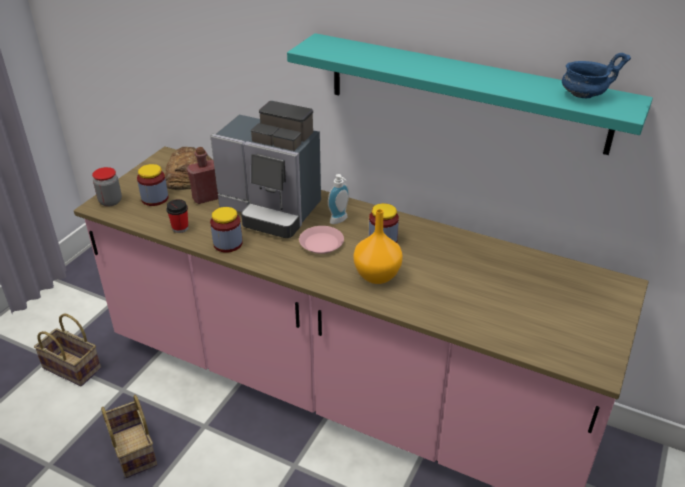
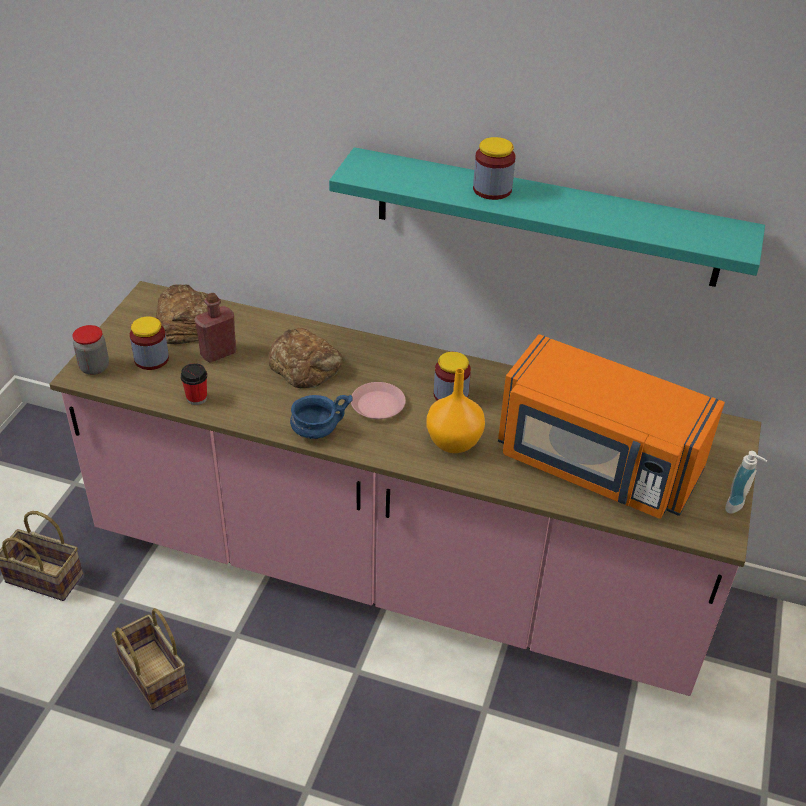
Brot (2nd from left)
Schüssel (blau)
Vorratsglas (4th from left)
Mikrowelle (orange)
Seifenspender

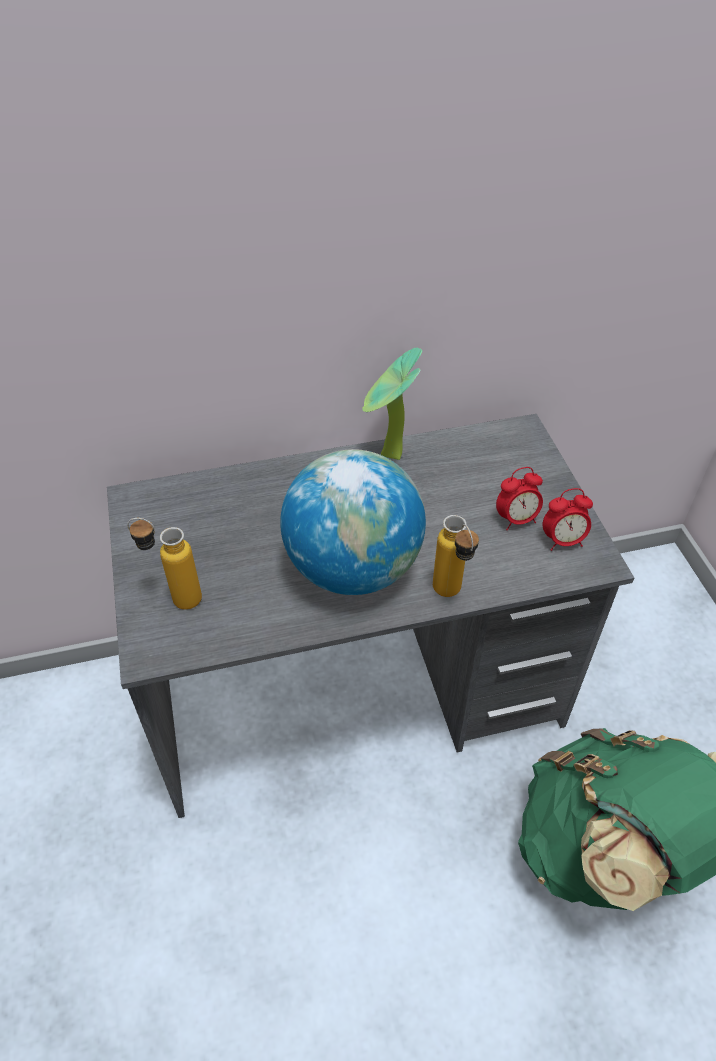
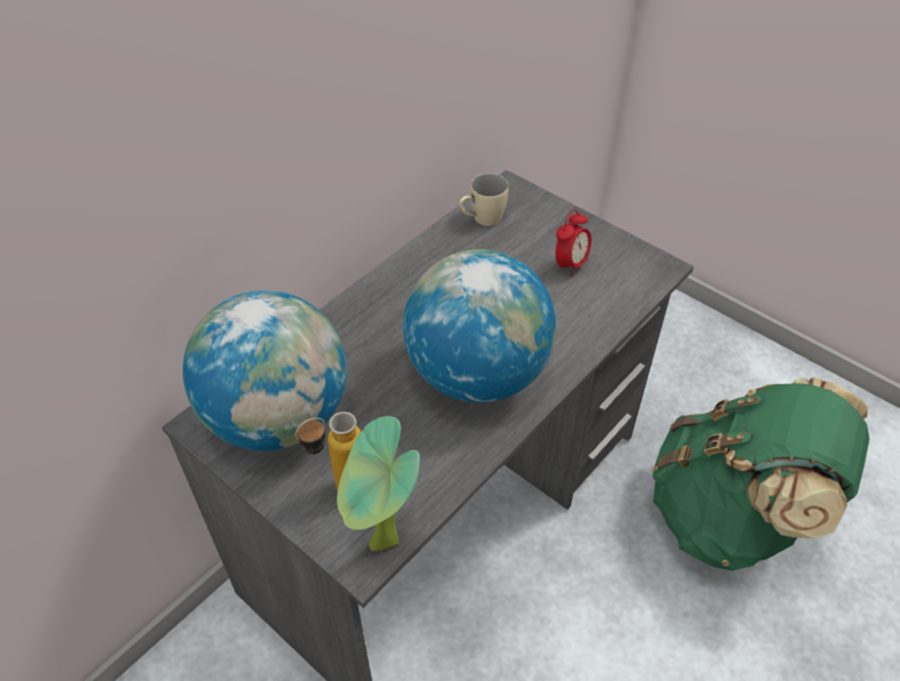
Globus (1st from left)
Topfpflanze
Henkelbecher (beige)
Flasche (2nd from left in the first image)
Wecker (2nd from left in the first image)

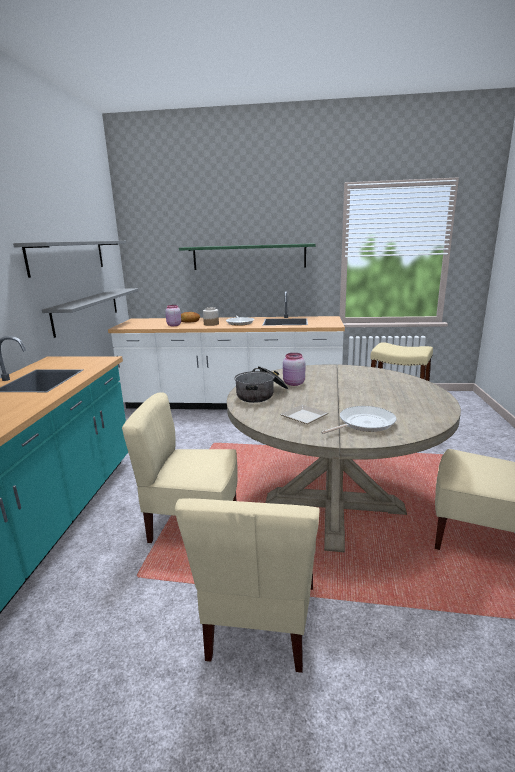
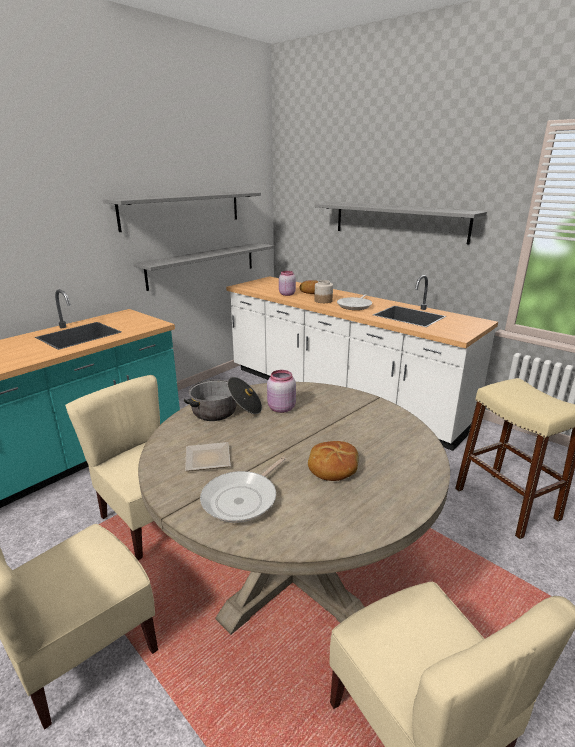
Pfanne (1st from left)
Brot (2nd from left)
Wandregal (grau) (3rd from left)

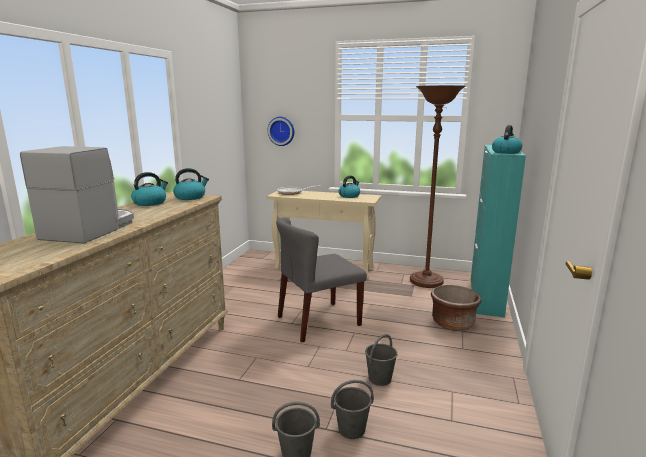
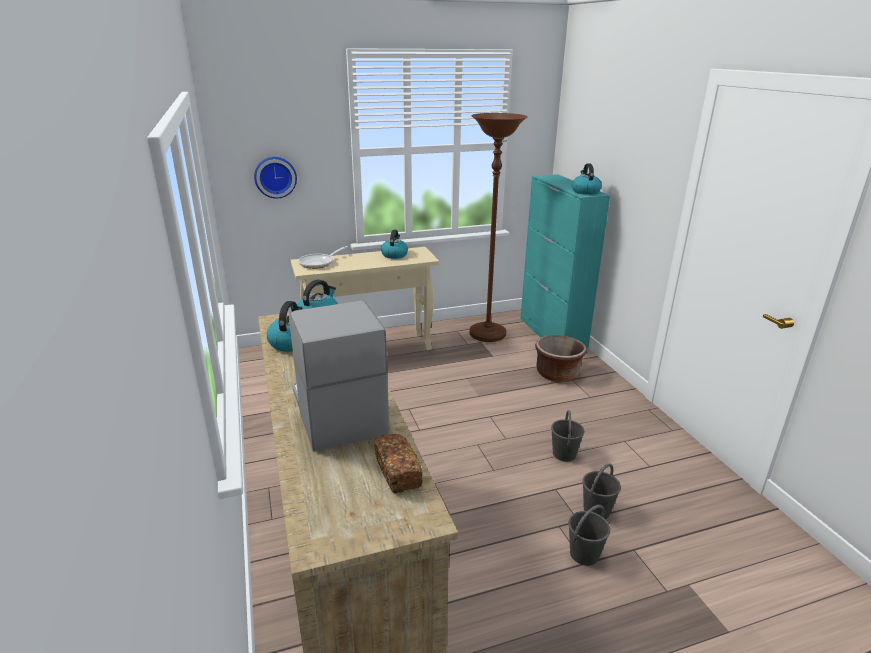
Brot
Stuhl (grau)

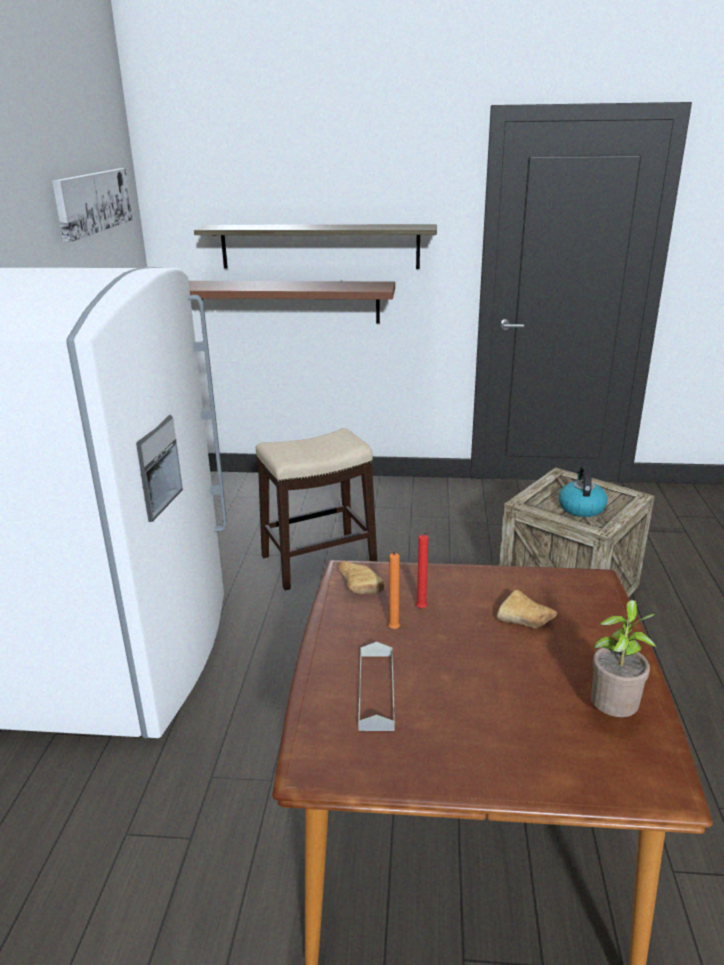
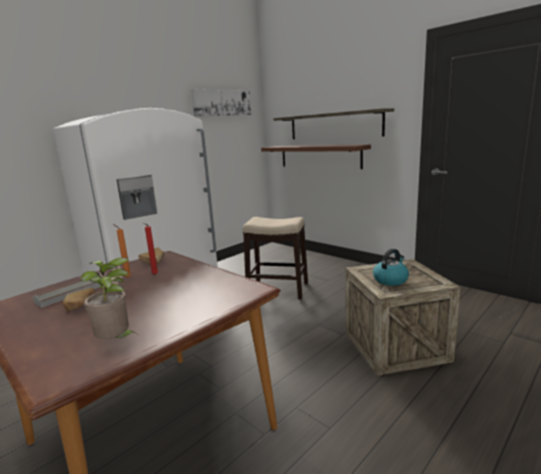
Brot (1st from left)

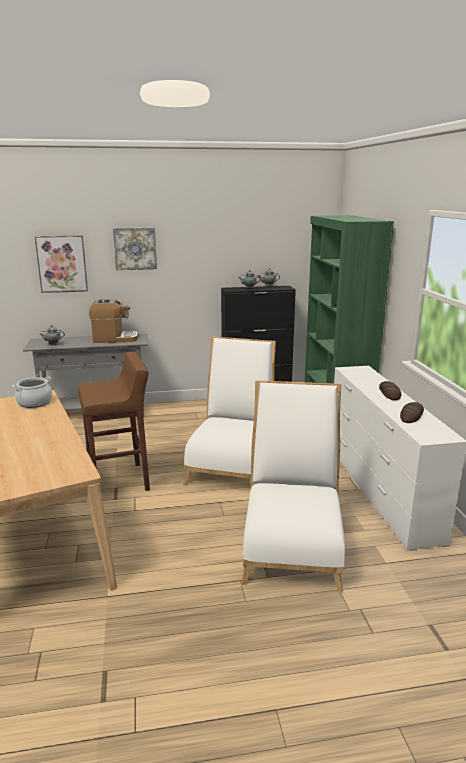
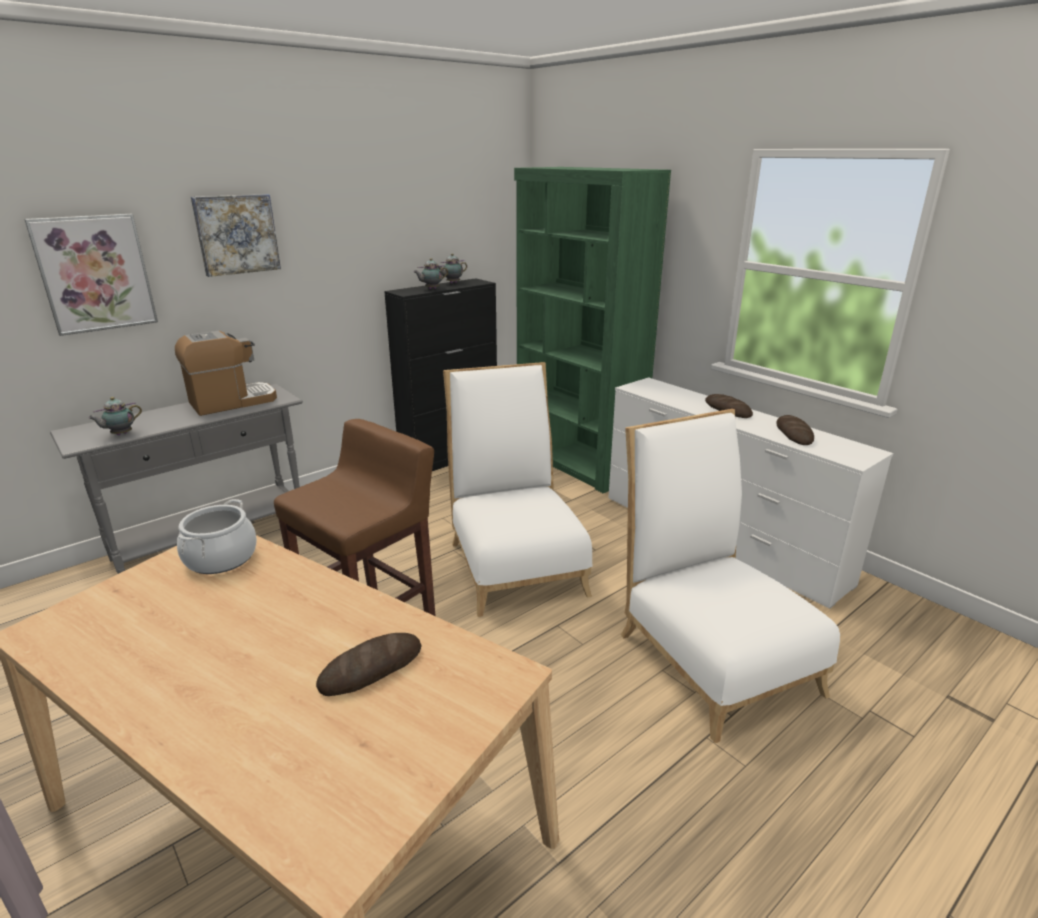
Brot (1st from left)

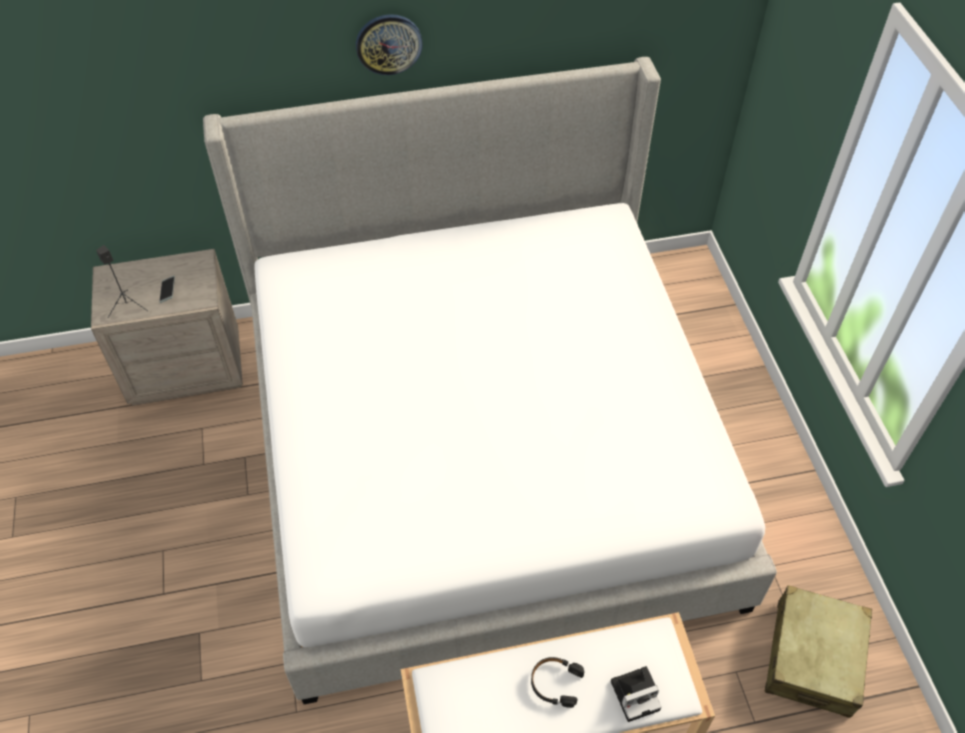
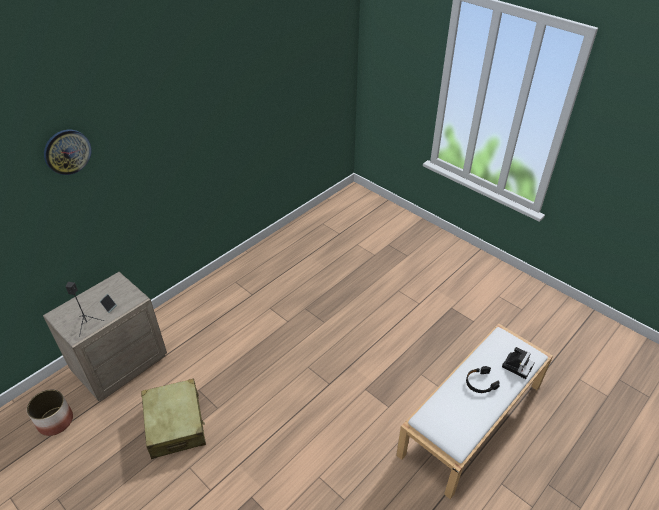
Pflanzkübel
Wanduhr
Koffer (beige)
Bett

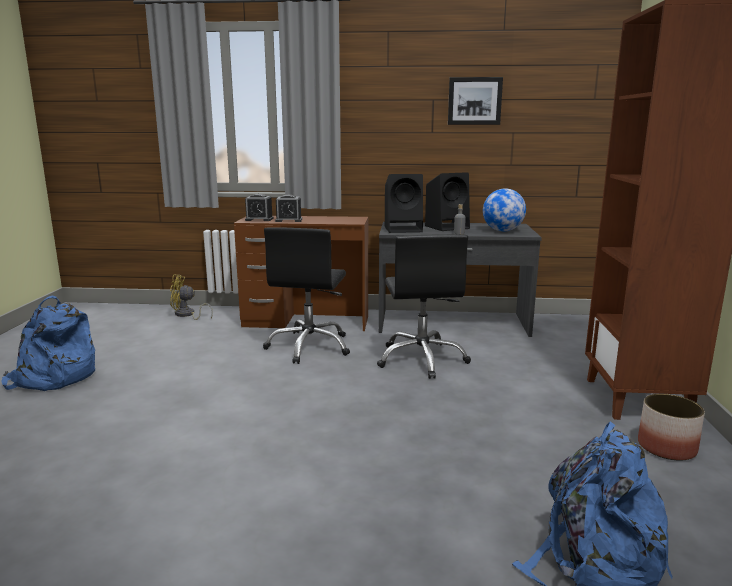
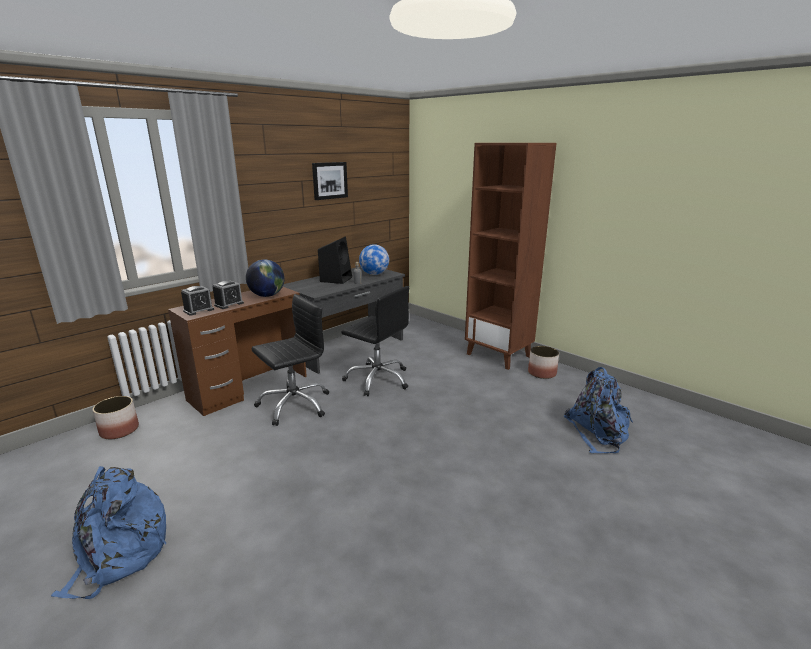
Pflanzkübel (1st from left)
Globus (1st from left)
Bürostuhl (schwarz) (1st from left)
Lautsprecher (schwarz) (1st from left in the first image)

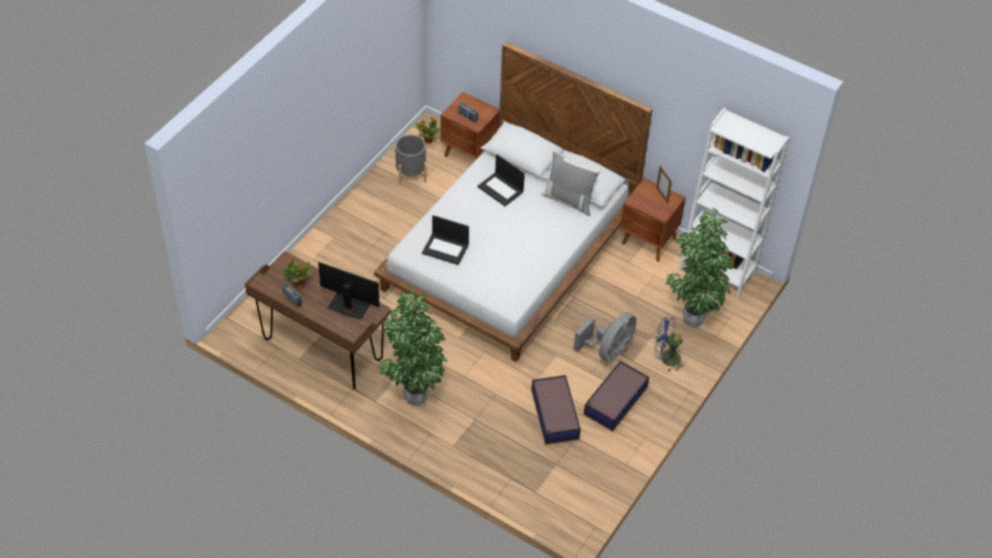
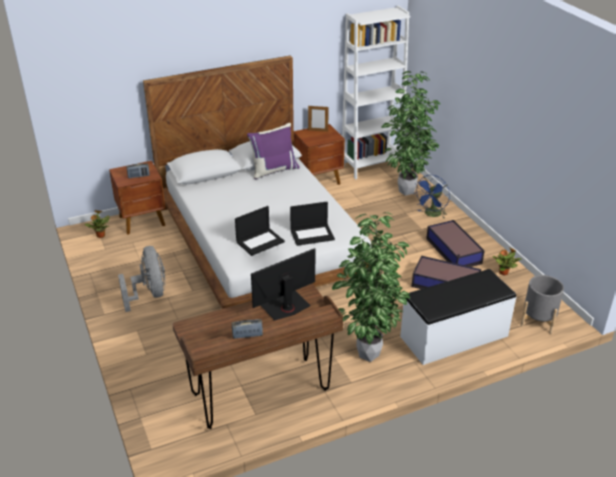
Ventilator (grau)
Kissen (lila)
Laptop (2nd from left)
Bank (weiß)
Topfpflanze (4th from left)
Pflanzkübel (grau)

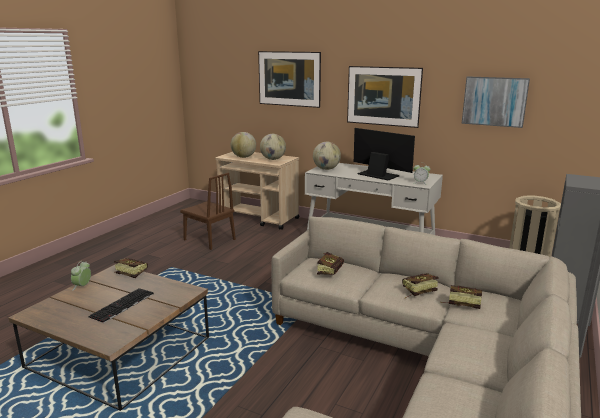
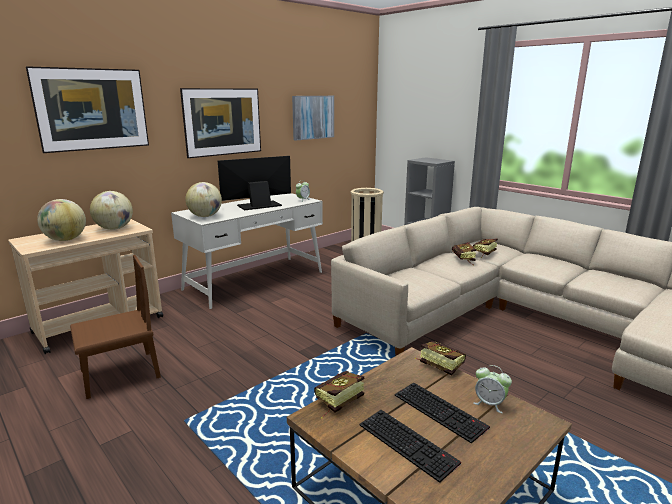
Tastatur (1st from left)
Buch (2nd from left)
Wecker (2nd from left)

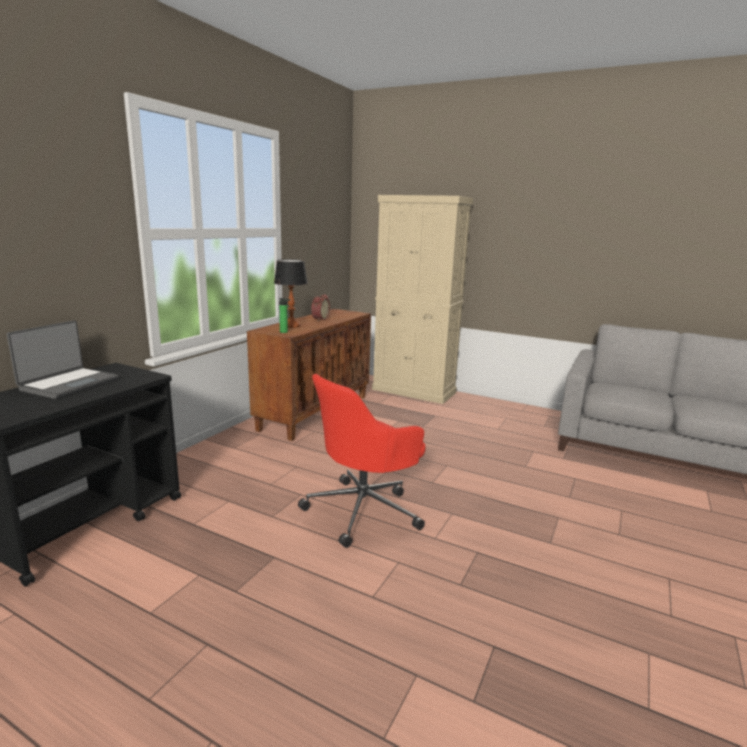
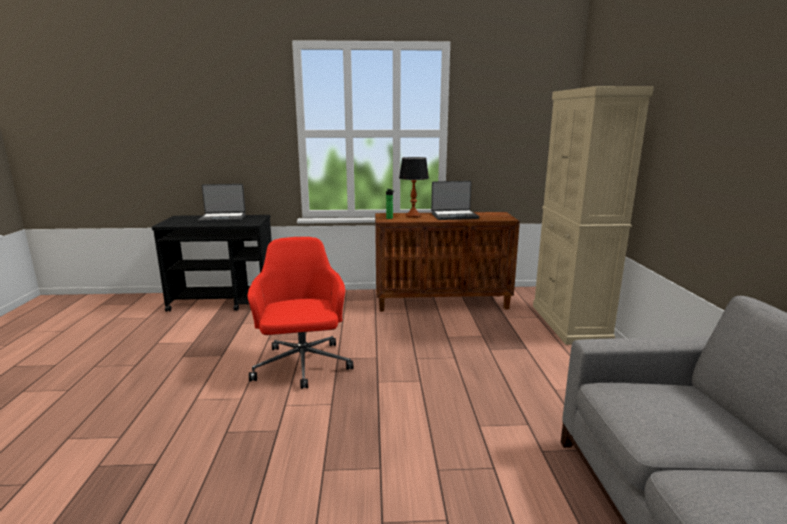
Bürostuhl (rot)
Laptop (2nd from left)

